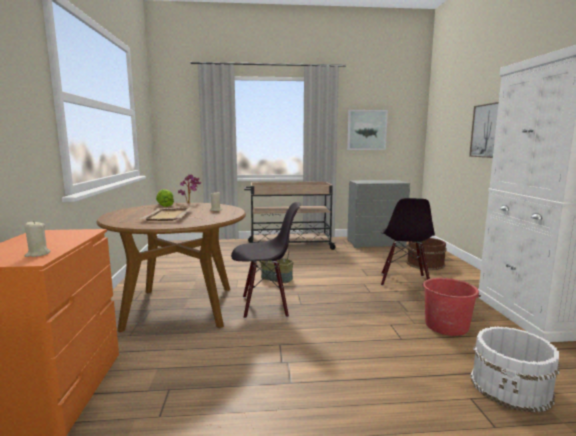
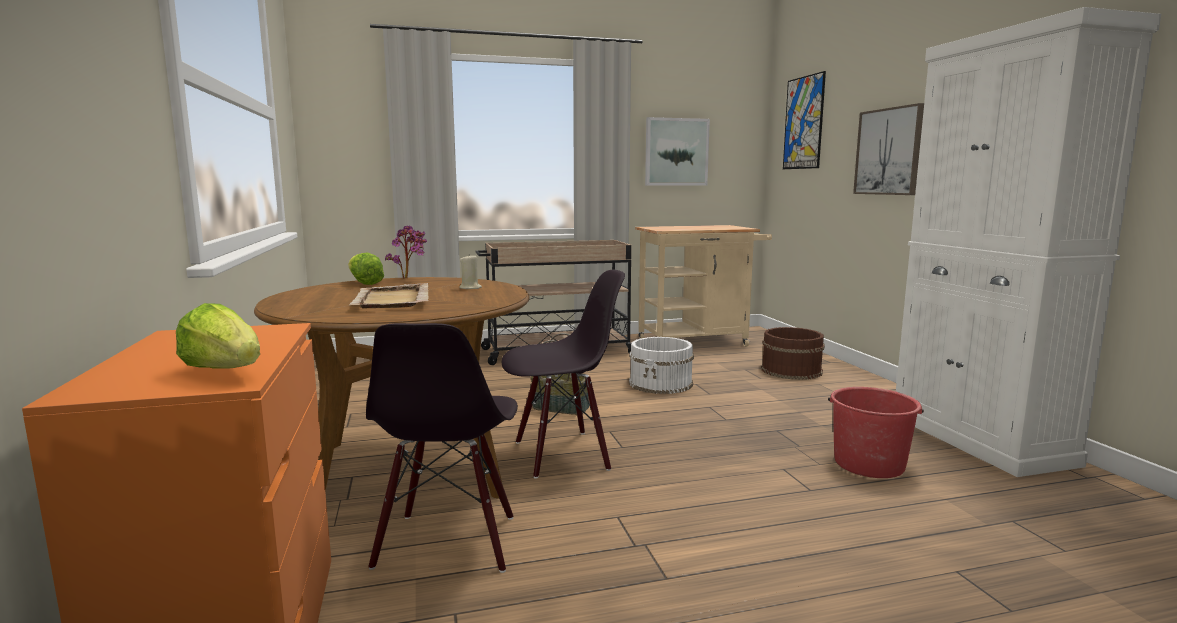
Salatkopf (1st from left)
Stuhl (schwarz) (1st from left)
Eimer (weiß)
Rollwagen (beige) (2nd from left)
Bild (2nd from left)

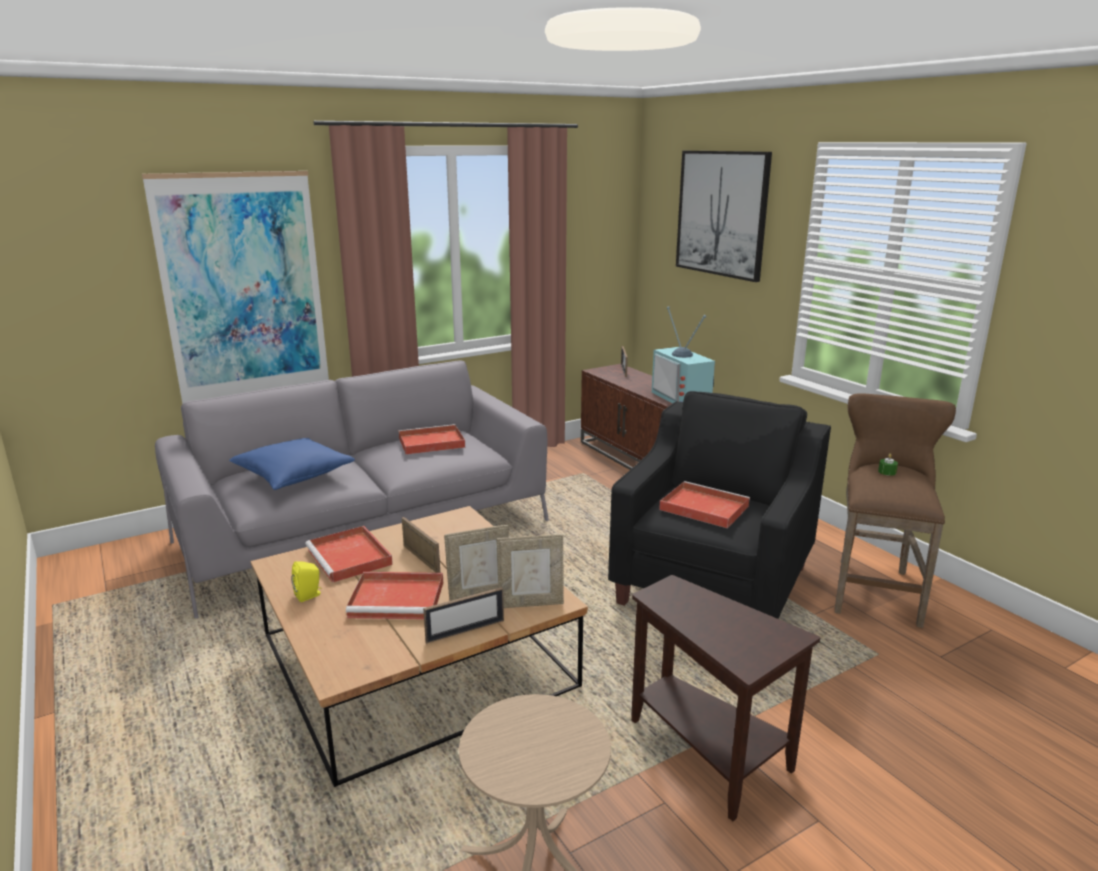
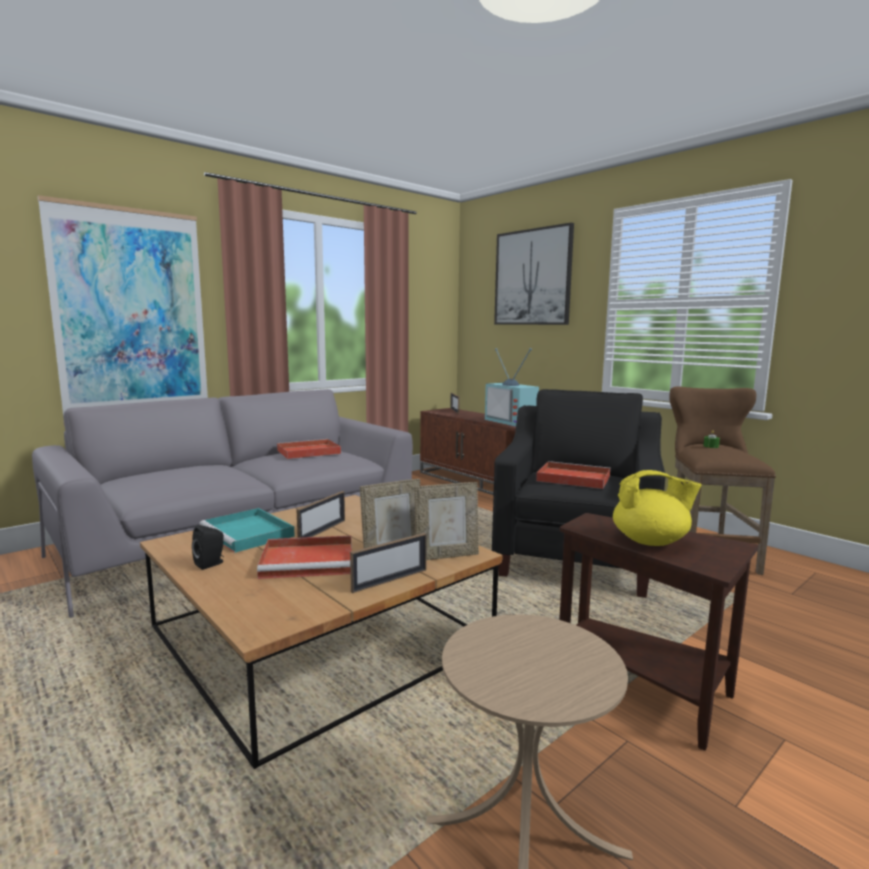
Lautsprecher (schwarz)
Tablett (türkis)
Bilderrahmen (1st from left)
Teekanne (gelb)
Kissen (blau)

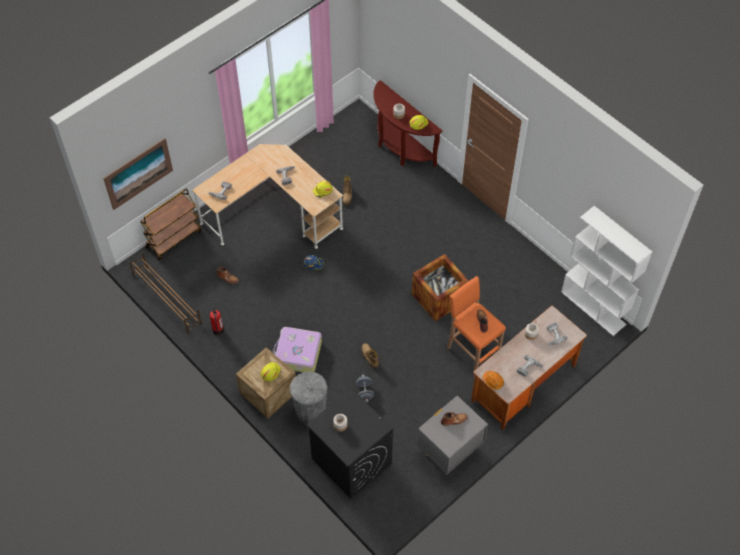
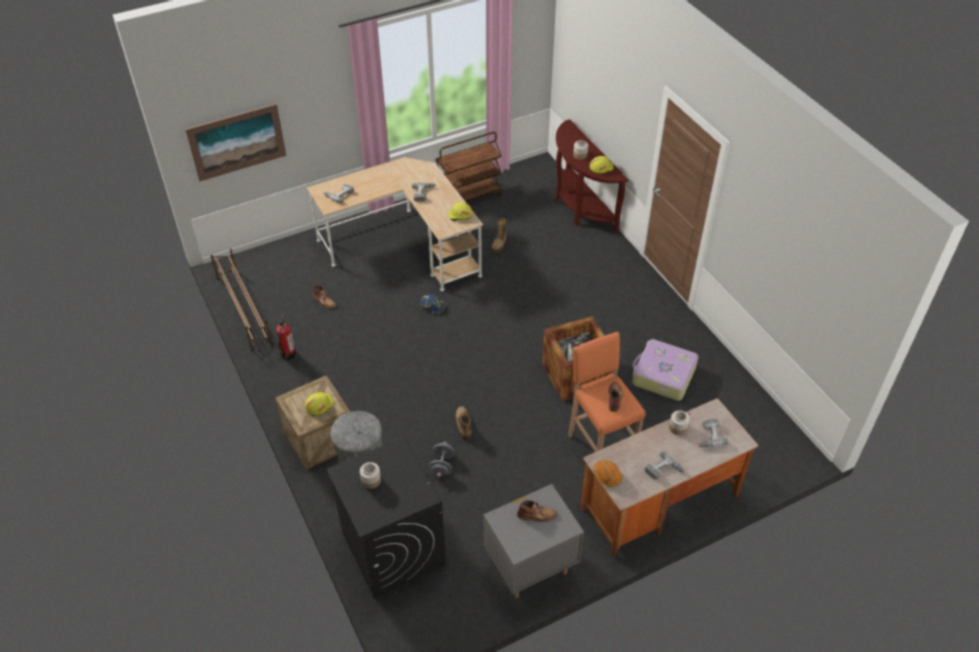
Rollwagen (braun)
Koffer
Bücherregal (weiß)

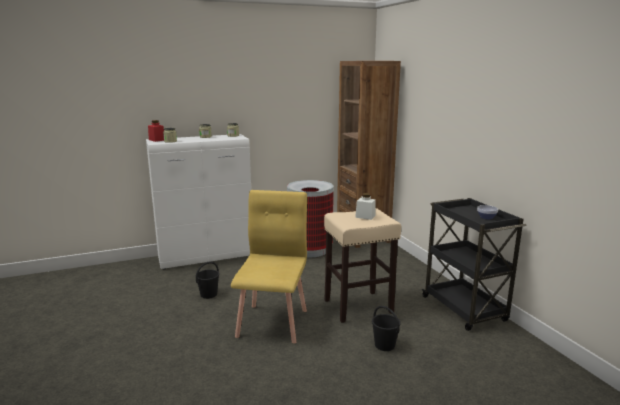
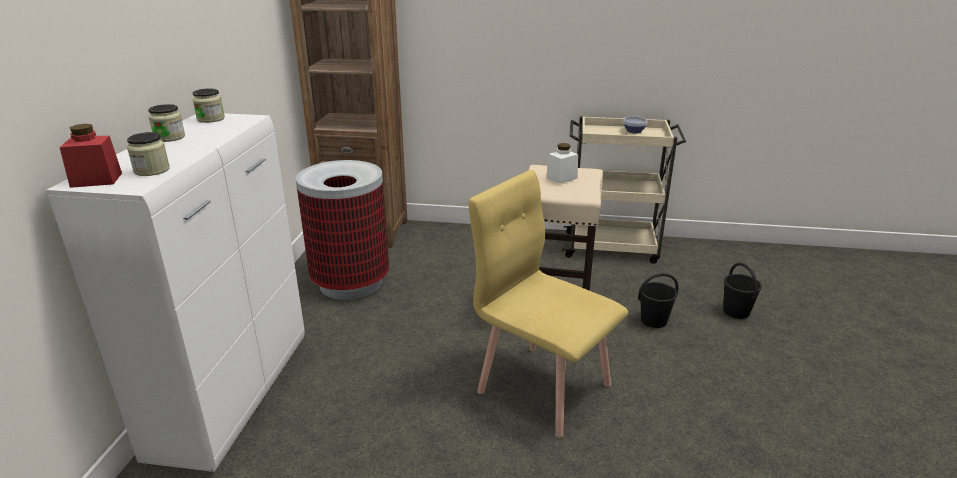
Rollwagen (beige)
Eimer (schwarz) (2nd from left)

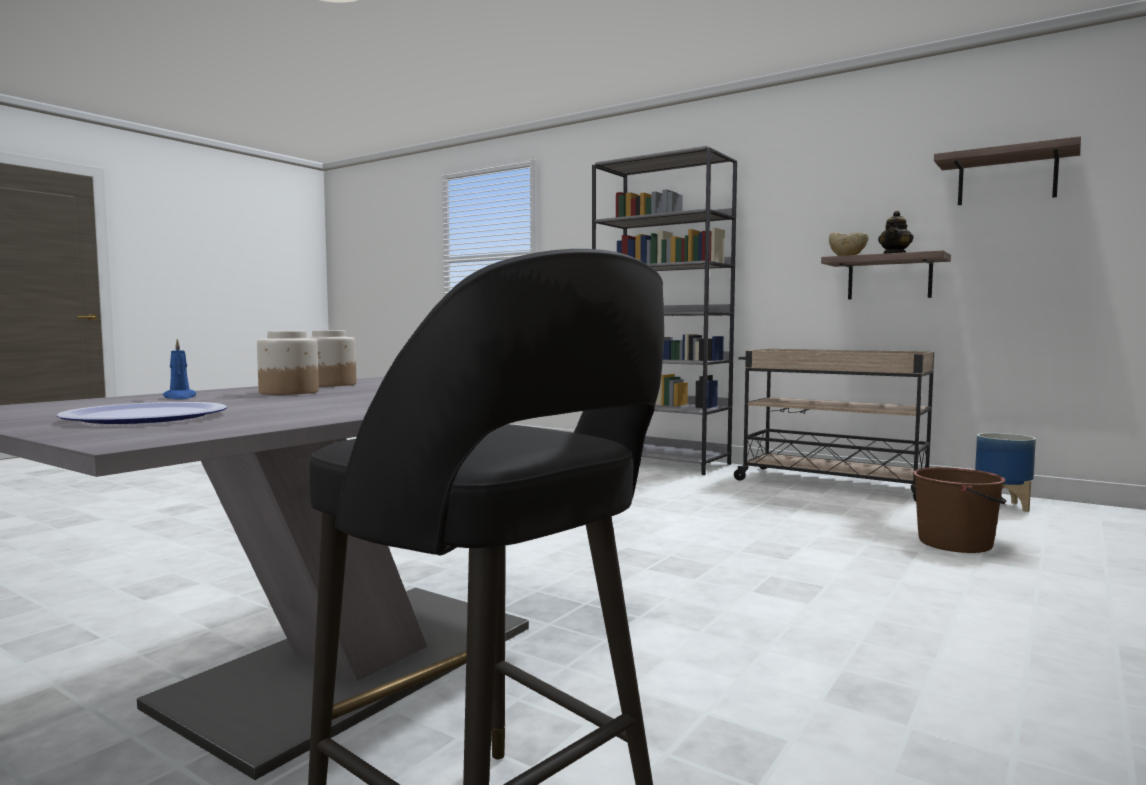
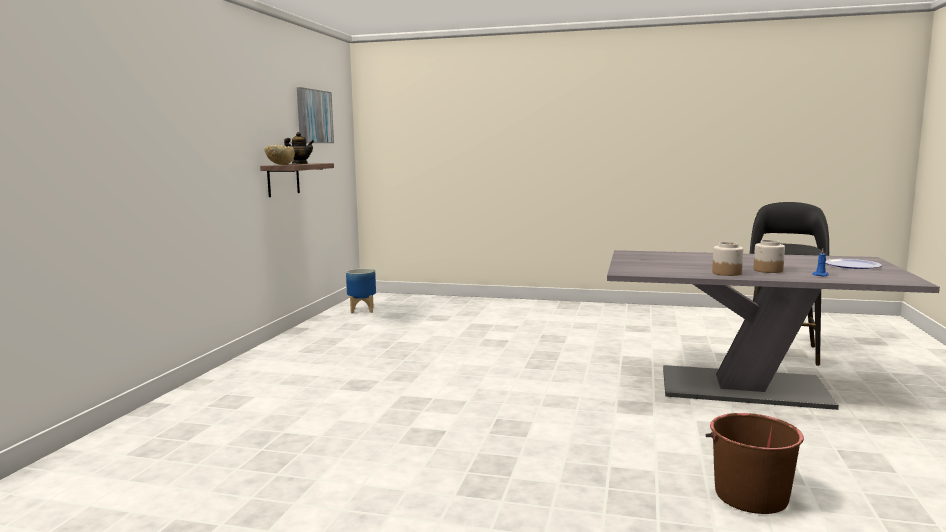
Bild
Eimer (braun)
Bücherregal (grau)
Rollwagen (beige)

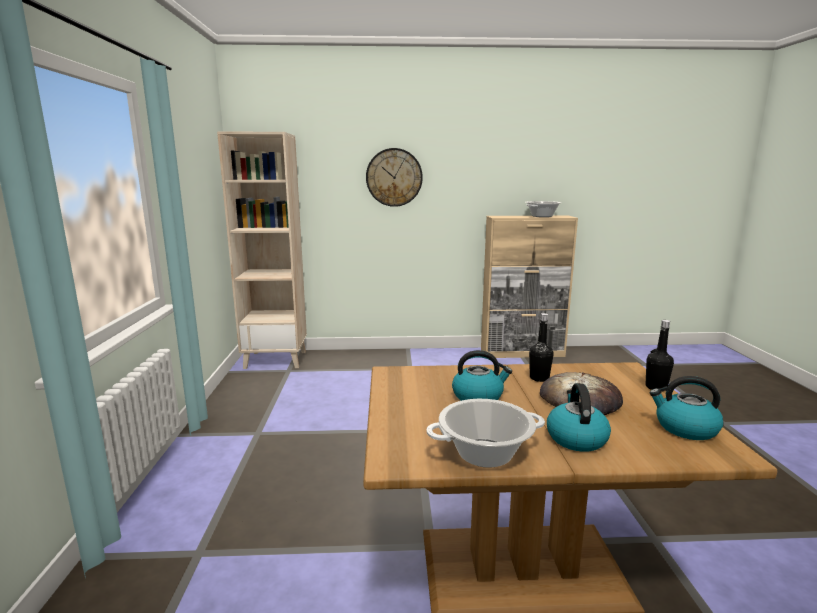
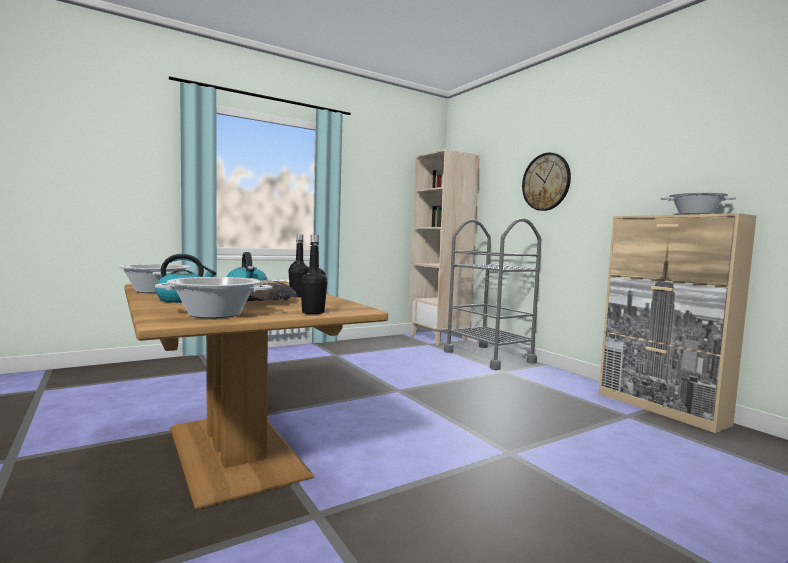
Kochtopf (2nd from left)
Rollwagen (grau)

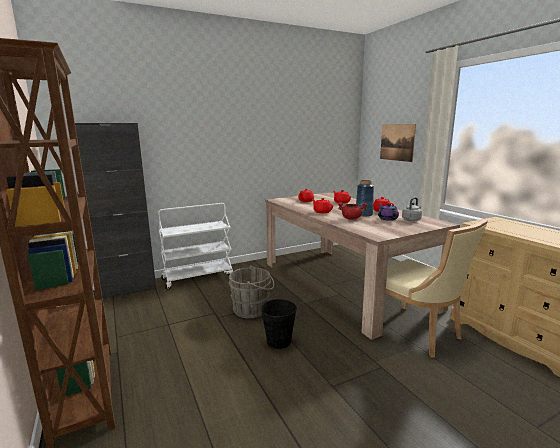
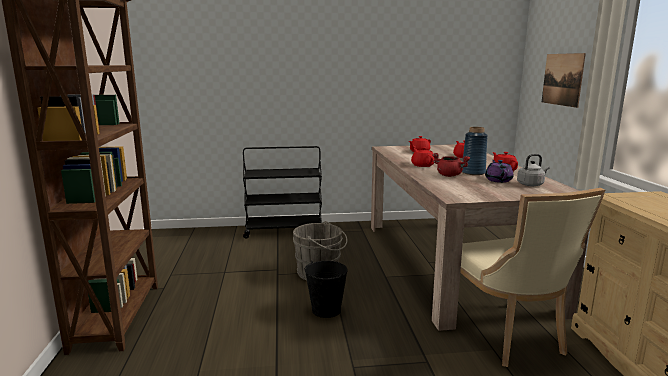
Rollwagen (schwarz)
Schrank (schwarz)

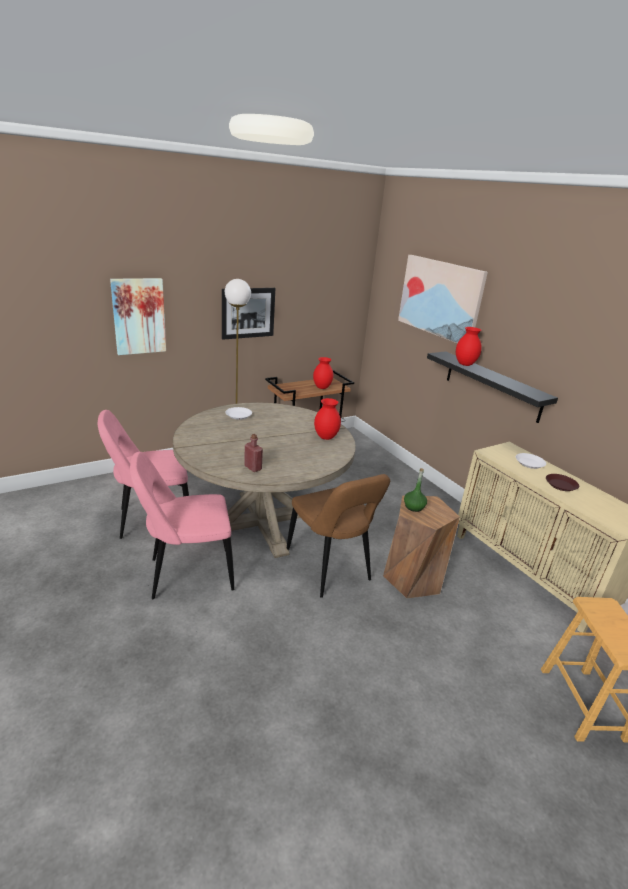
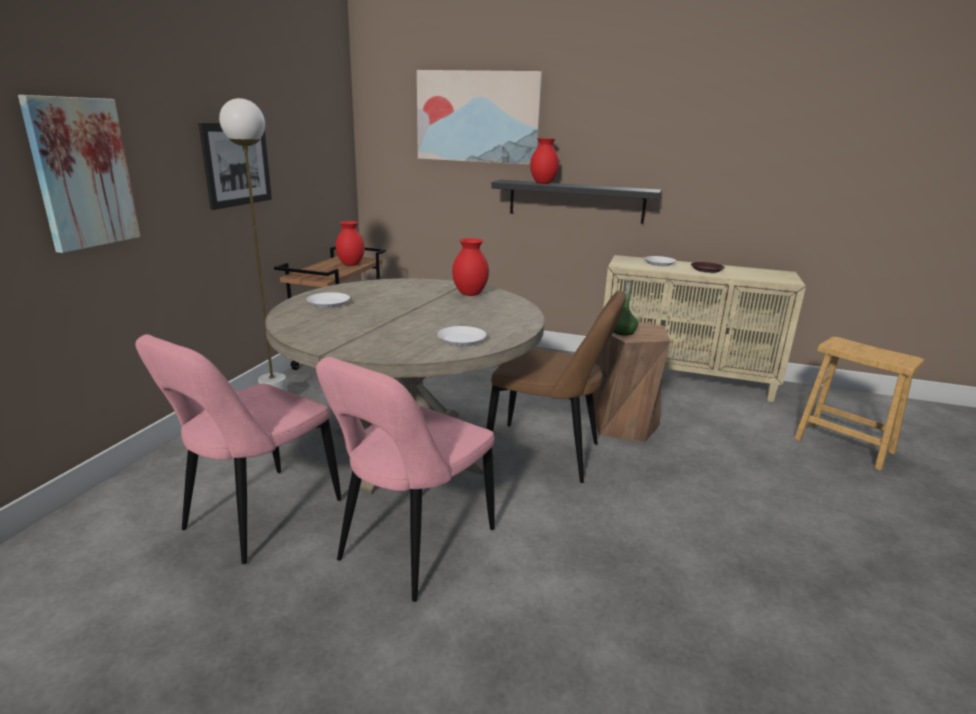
Teller (weiß) (2nd from left)

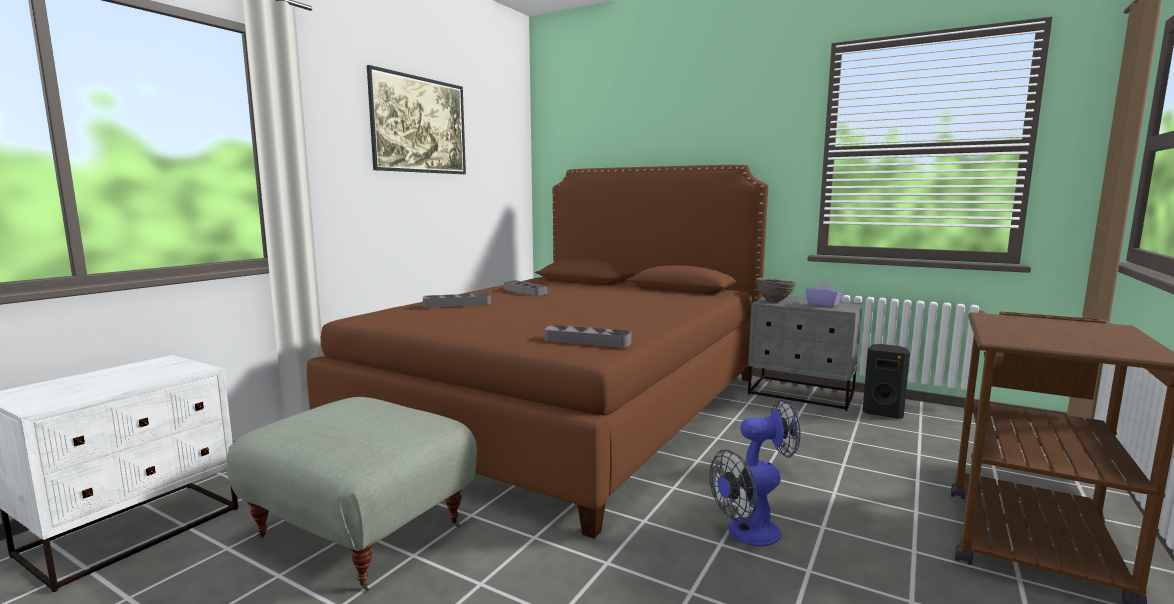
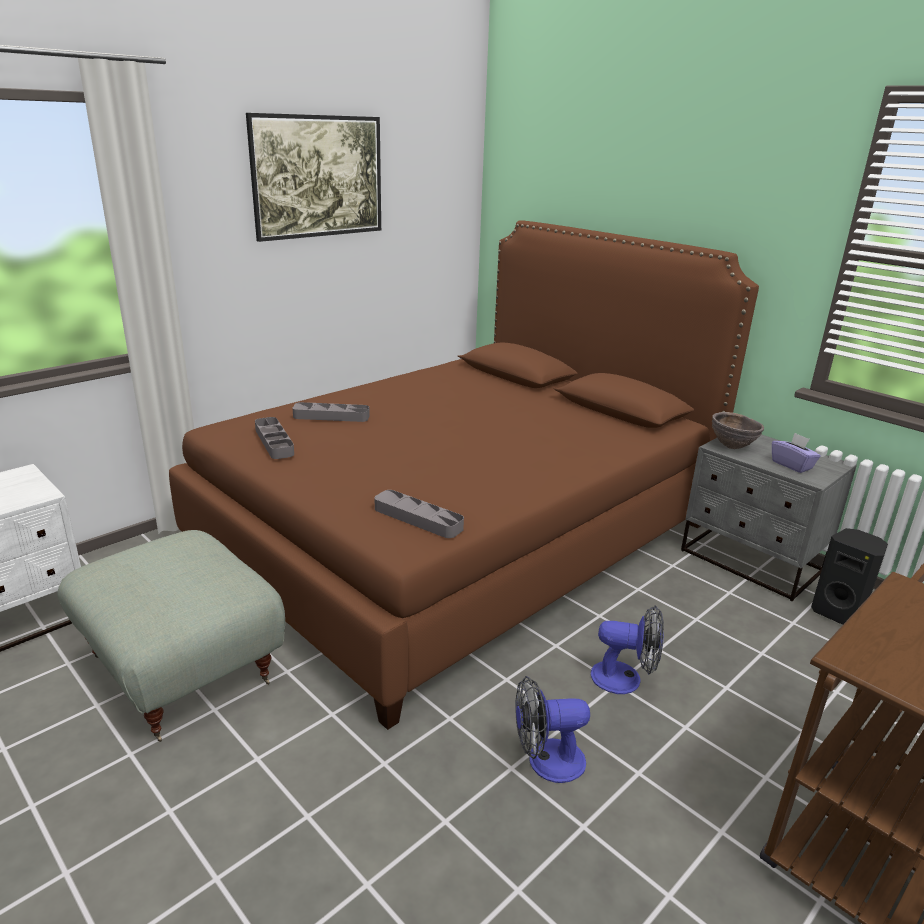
Tablett (grau) (1st from left)

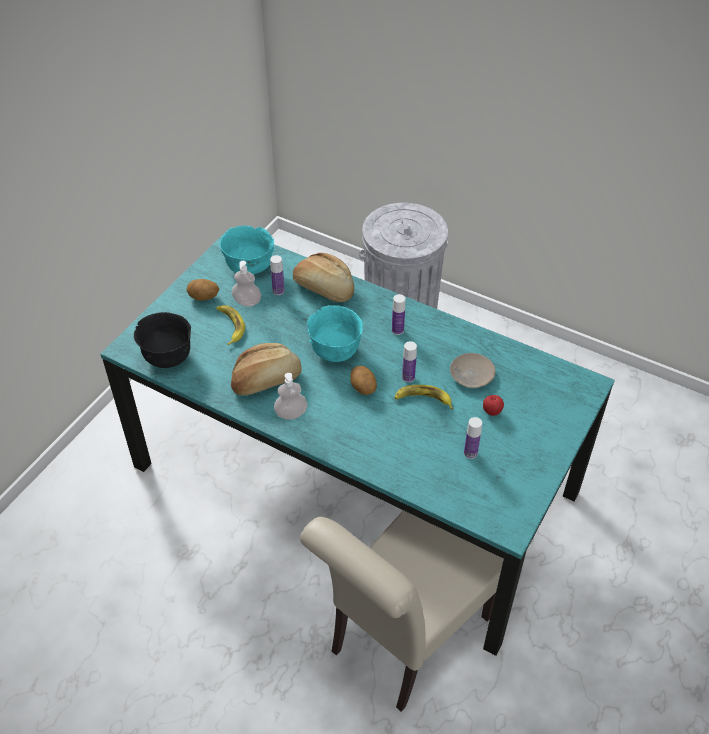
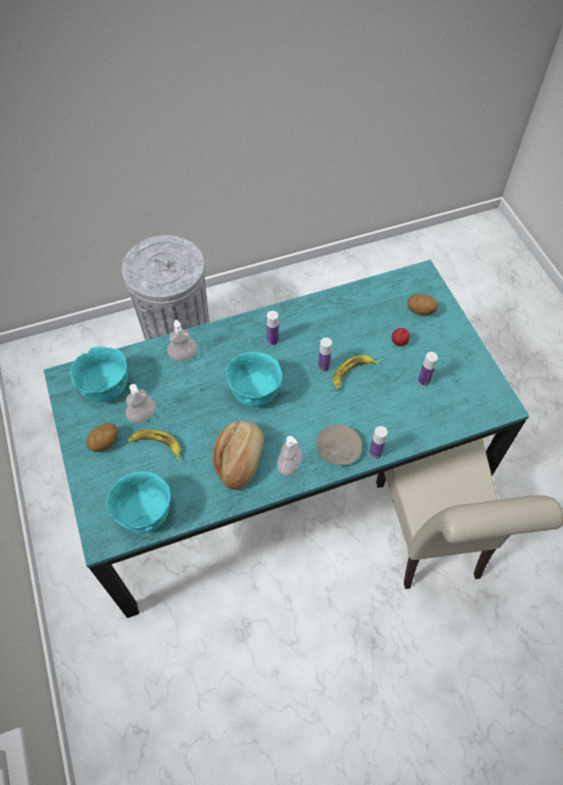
Schüssel (türkis) (2nd from left)
Seifenspender (2nd from left)
Teller (beige)
Flasche (3rd from left)
Kartoffel (2nd from left)

